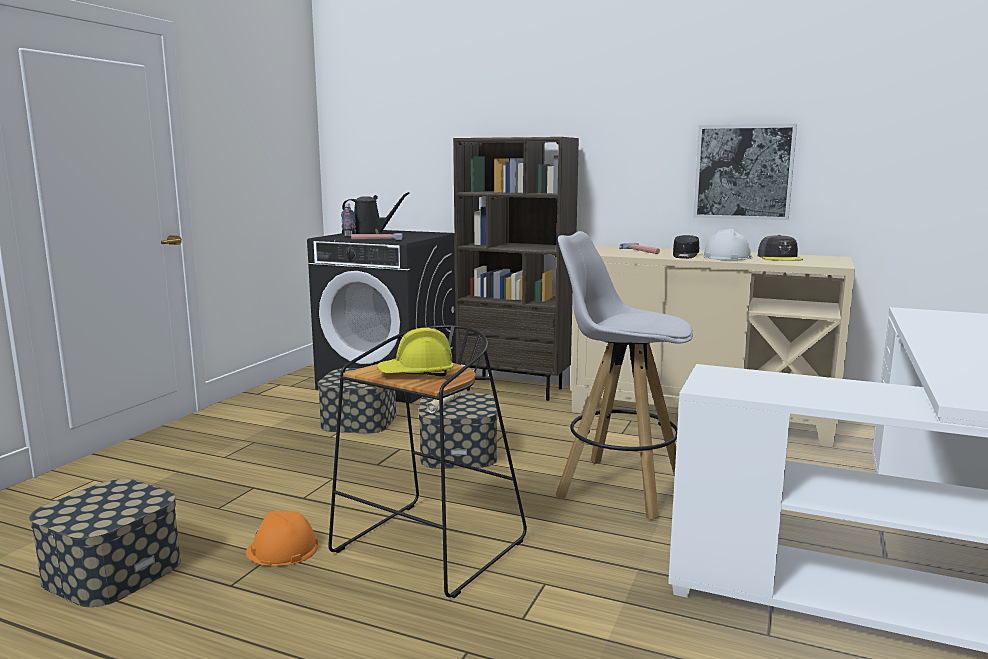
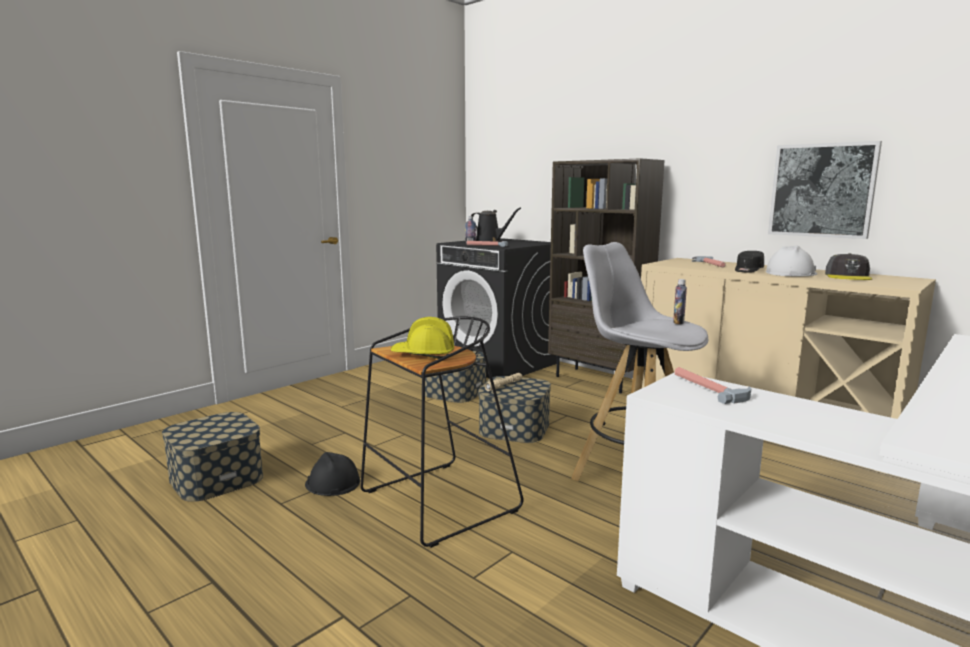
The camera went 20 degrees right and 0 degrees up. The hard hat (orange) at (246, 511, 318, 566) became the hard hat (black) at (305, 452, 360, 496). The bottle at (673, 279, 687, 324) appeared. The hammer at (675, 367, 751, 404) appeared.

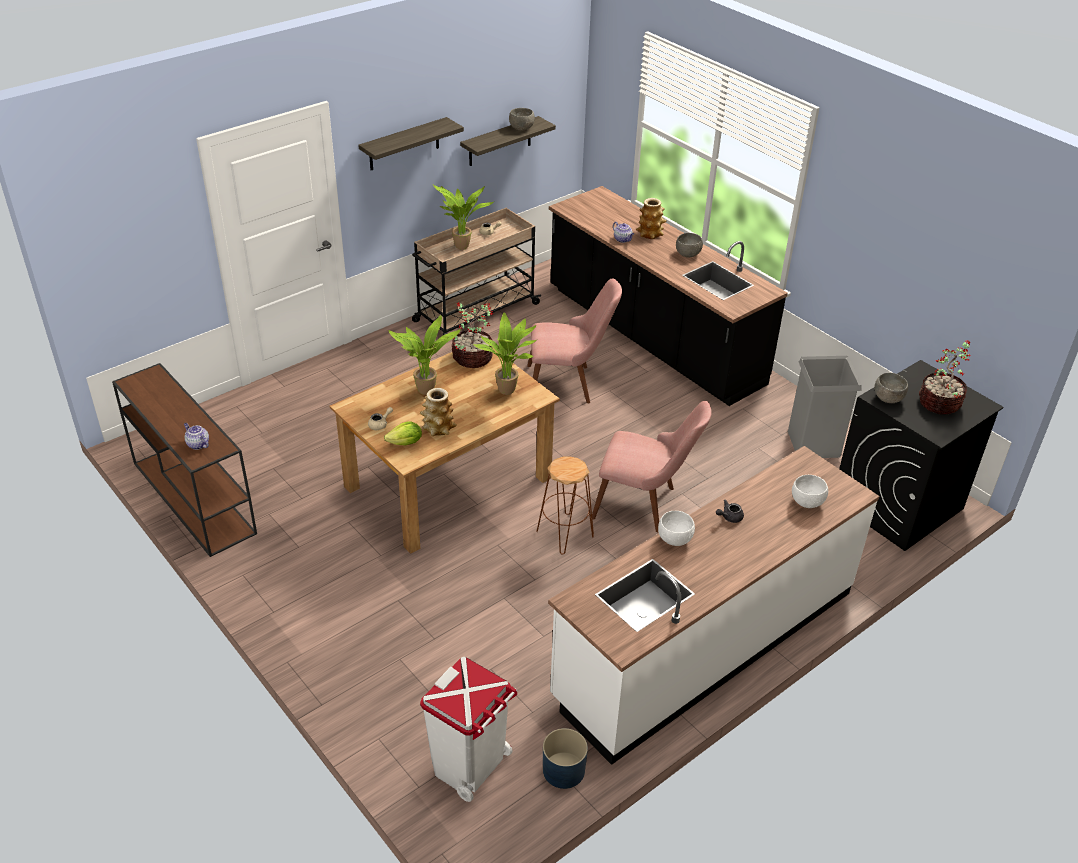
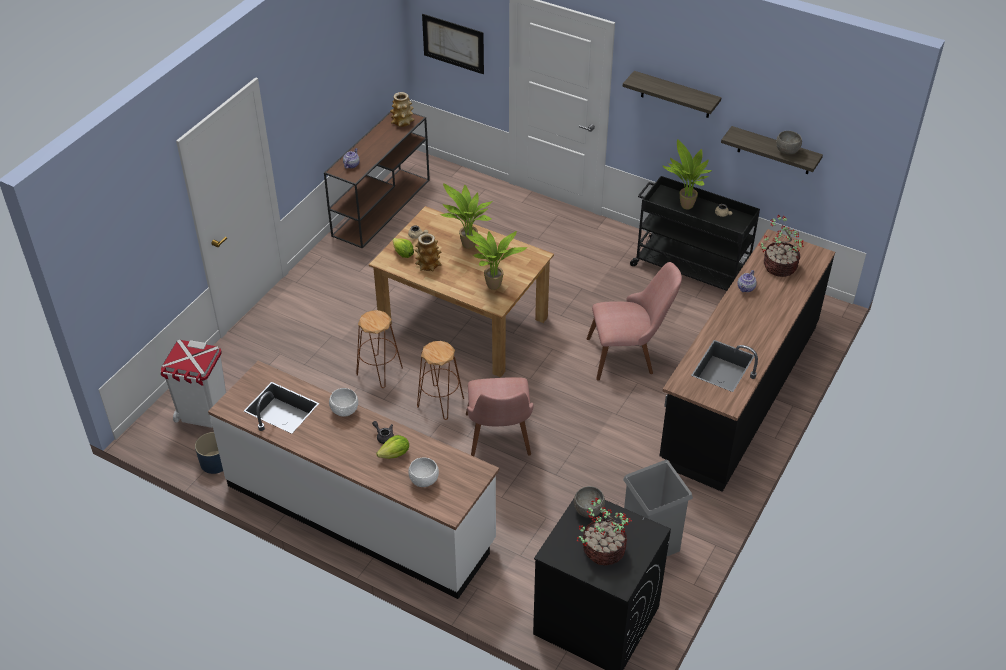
The camera went 70 degrees right and 5 degrees up. The vase moved from (636, 198, 667, 239) to (390, 92, 415, 127). The cart (beige) at (412, 208, 541, 335) became the cart (black) at (630, 176, 760, 291). The bowl (grey) at (676, 233, 703, 258) disappeared. The chair (pink) at (527, 278, 622, 403) turned 75 degrees counterclockwise. The potted plant moved from (452, 302, 493, 368) to (758, 215, 804, 277). The picture at (422, 14, 484, 74) appeared. The stool (brown) at (356, 310, 403, 388) appeared. The lettuce at (376, 435, 409, 459) appeared.

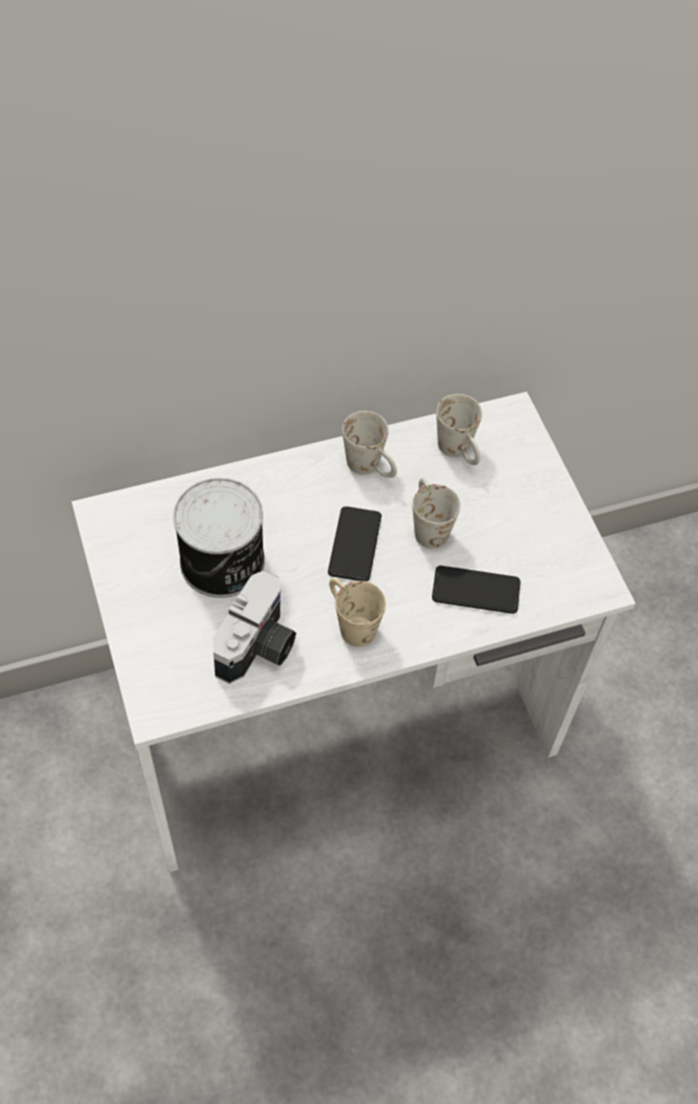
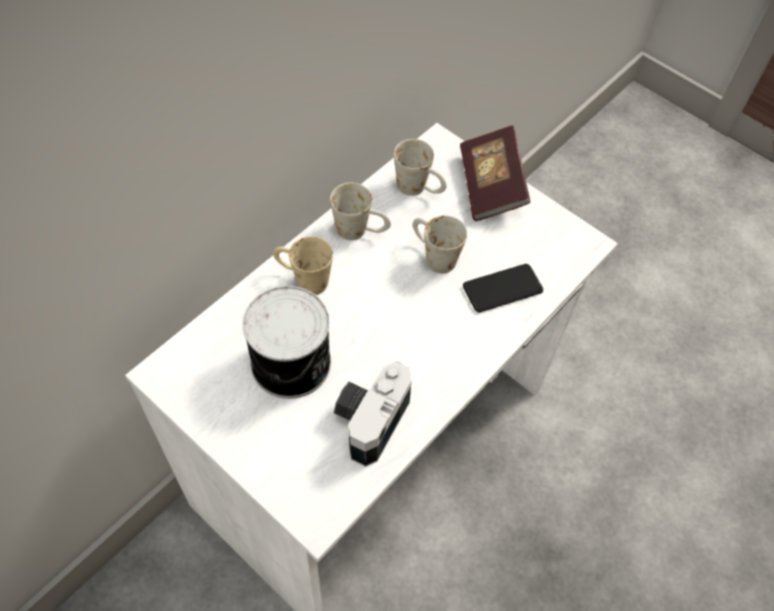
The camera went 30 degrees left and 0 degrees up. The phone at (328, 506, 382, 581) disappeared. The photo camera at (213, 570, 296, 684) turned 150 degrees counterclockwise. The mug (beige) moved from (329, 578, 386, 647) to (273, 236, 333, 295). The book at (460, 125, 530, 221) appeared.

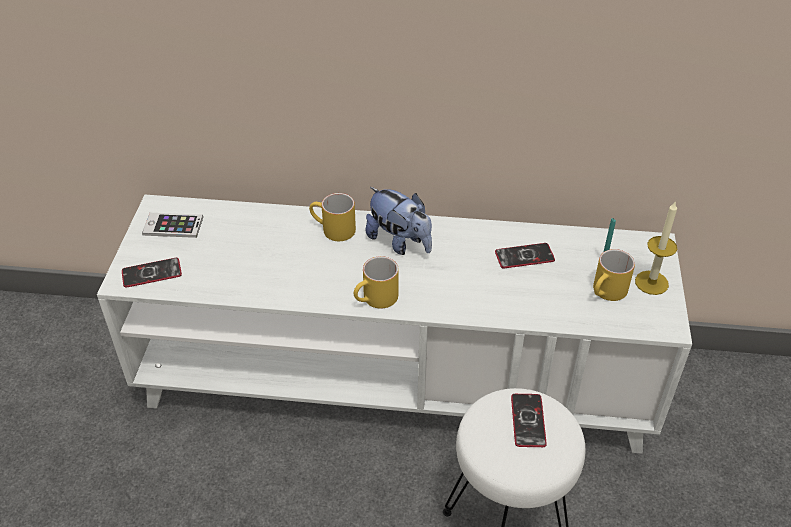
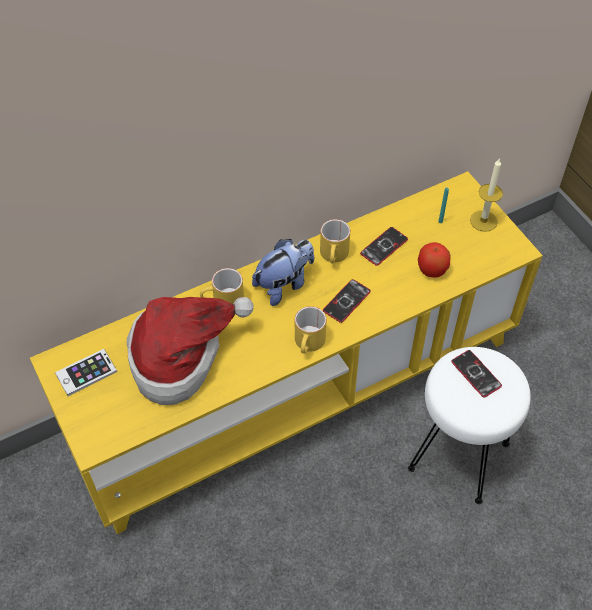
The camera went 35 degrees left and 10 degrees up. The plush toy at (366, 187, 432, 255) turned 45 degrees counterclockwise. The tv stand (white) at (97, 195, 692, 454) became the tv stand (yellow) at (30, 171, 543, 534). The mug (yellow) moved from (593, 249, 635, 301) to (320, 219, 350, 264). The phone moved from (122, 258, 182, 288) to (323, 279, 371, 323). The apple at (418, 242, 451, 278) appeared. The hat at (127, 297, 254, 405) appeared.

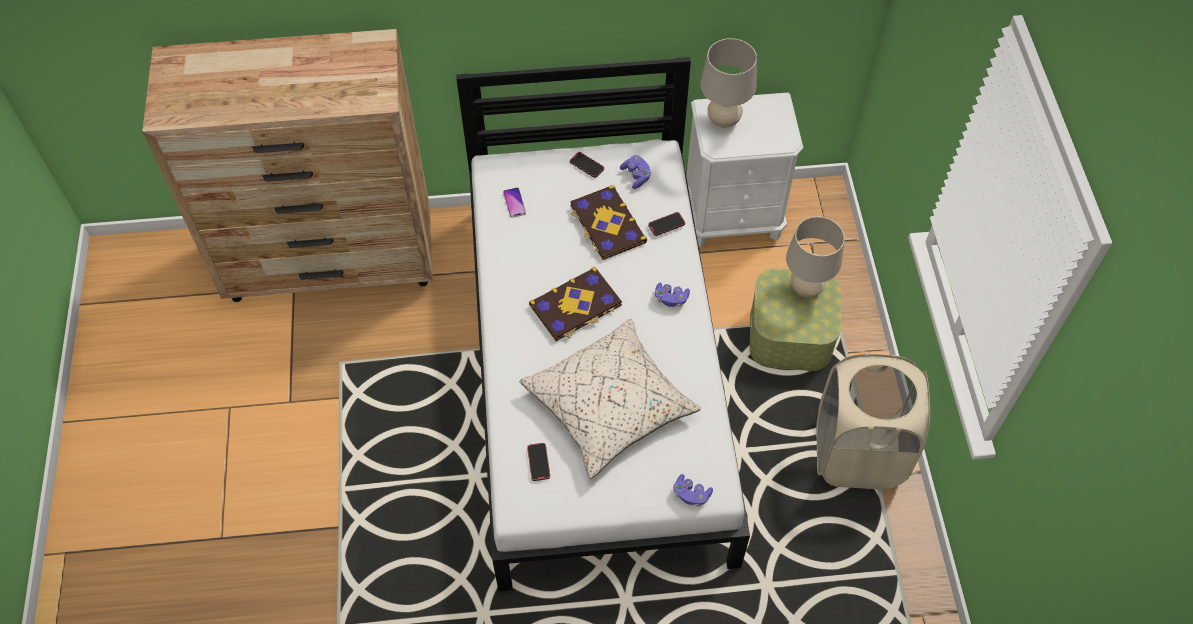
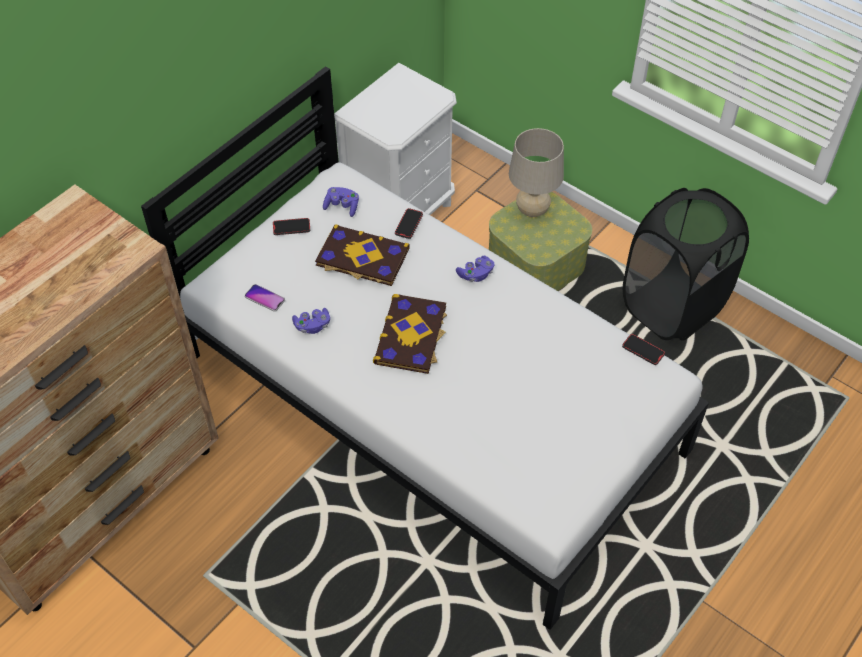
The camera went 45 degrees left and 5 degrees down. The table lamp (beige) at (700, 38, 757, 128) disappeared. The pillow (beige) at (520, 319, 701, 479) disappeared. The laundry basket (beige) at (816, 353, 930, 490) became the laundry basket (black) at (623, 188, 749, 341). The phone moved from (527, 443, 550, 481) to (622, 334, 665, 365). The game controller (purple) moved from (673, 474, 713, 506) to (292, 308, 330, 334).

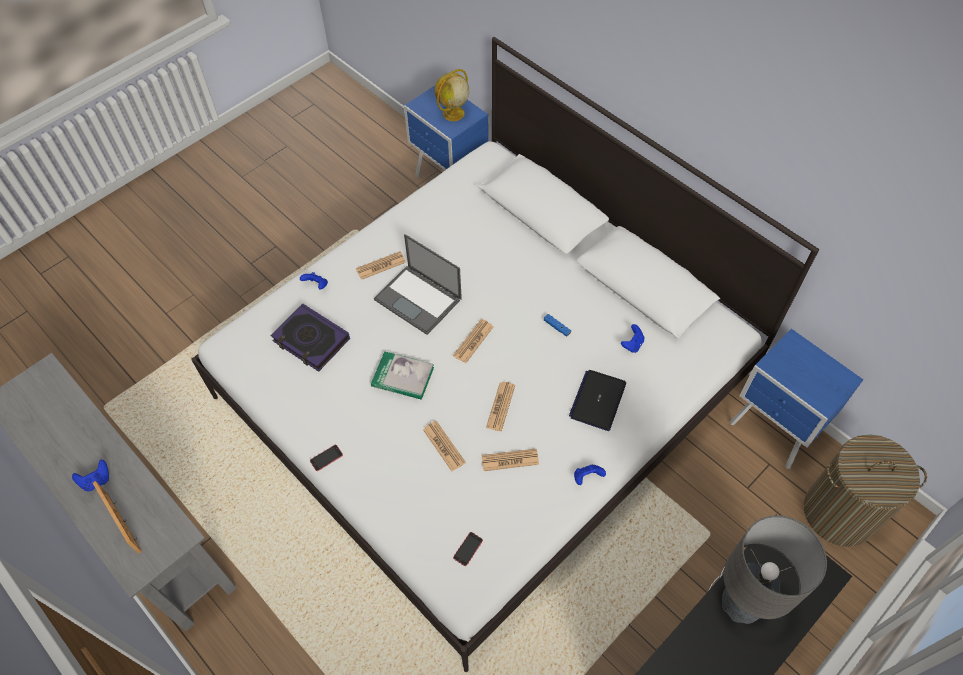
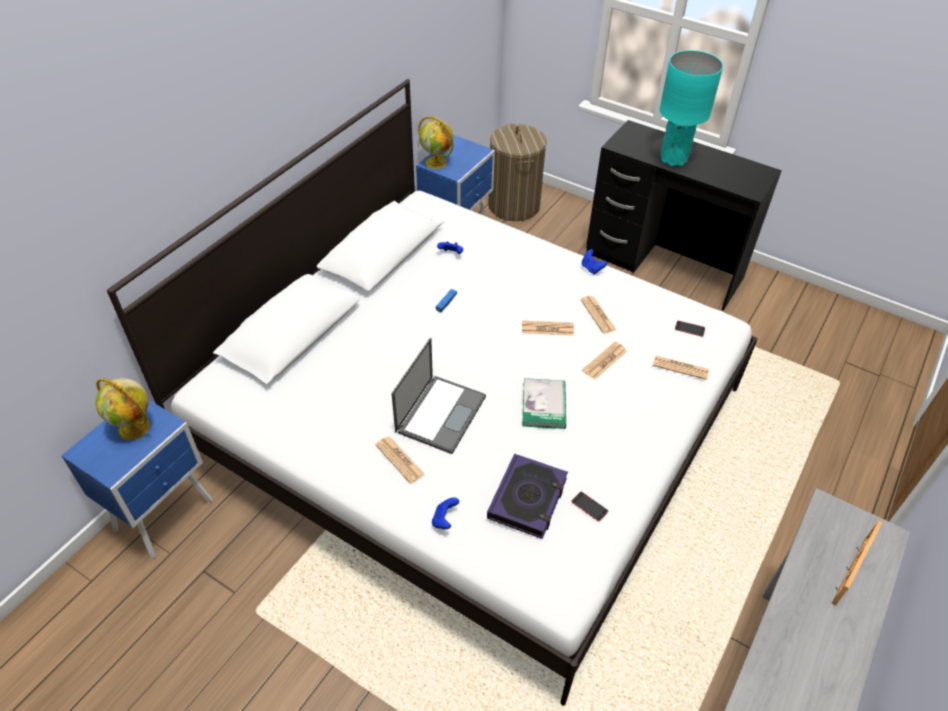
The camera went 105 degrees left and 10 degrees down. The newspaper moved from (453, 319, 493, 363) to (653, 355, 709, 380). The laptop at (569, 370, 626, 431) disappeared. The phone moved from (310, 445, 343, 471) to (571, 492, 608, 521). The game controller (blue) at (72, 460, 109, 492) disappeared. The table lamp (grey) at (722, 515, 827, 624) became the table lamp (turquoise) at (660, 50, 723, 166). The globe at (418, 116, 454, 169) appeared.

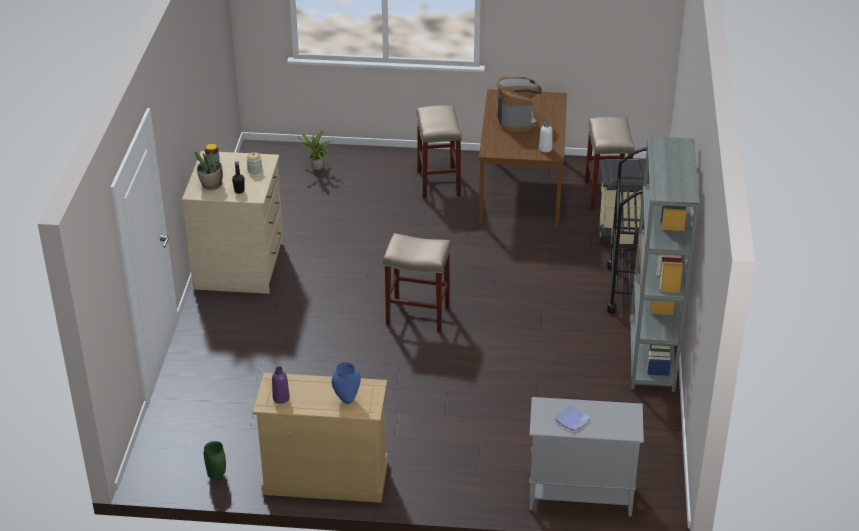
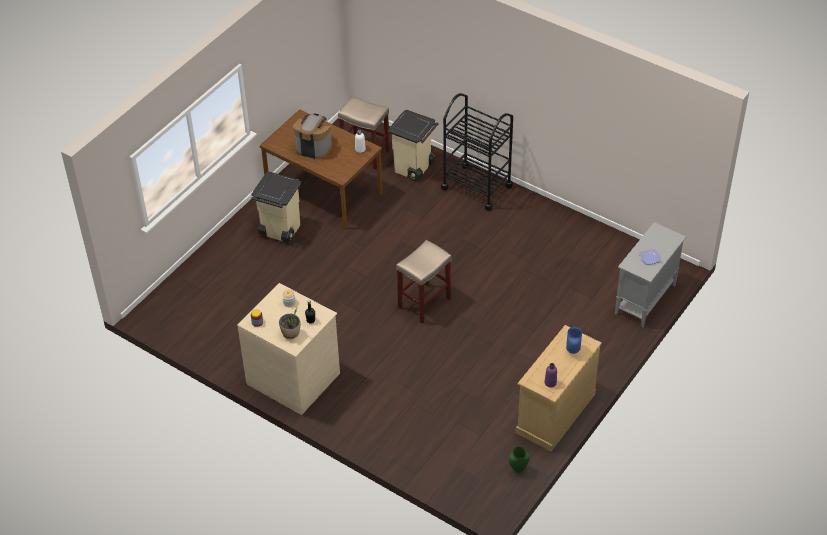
The camera went 60 degrees left and 10 degrees up. The stool (beige) at (416, 105, 462, 199) was replaced by the trash can (beige) at (251, 172, 302, 242). The potted plant at (297, 130, 331, 170) disappeared. The bookcase (grey) at (630, 136, 700, 392) disappeared.

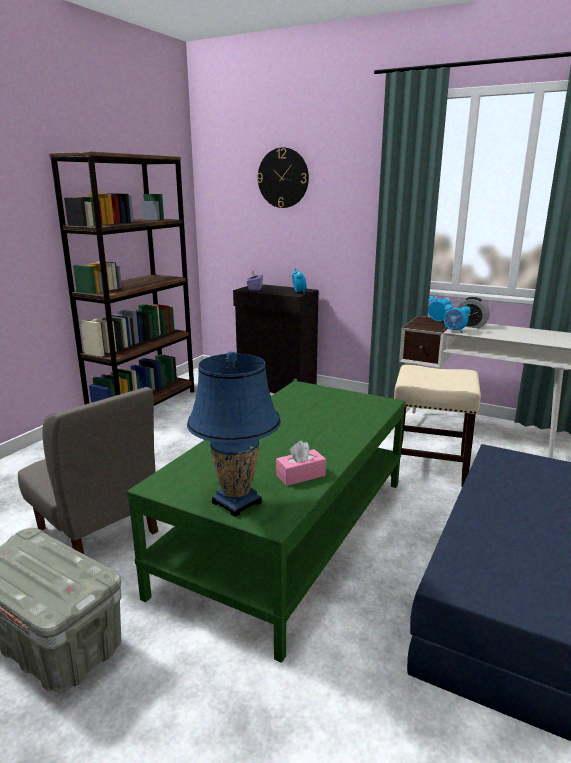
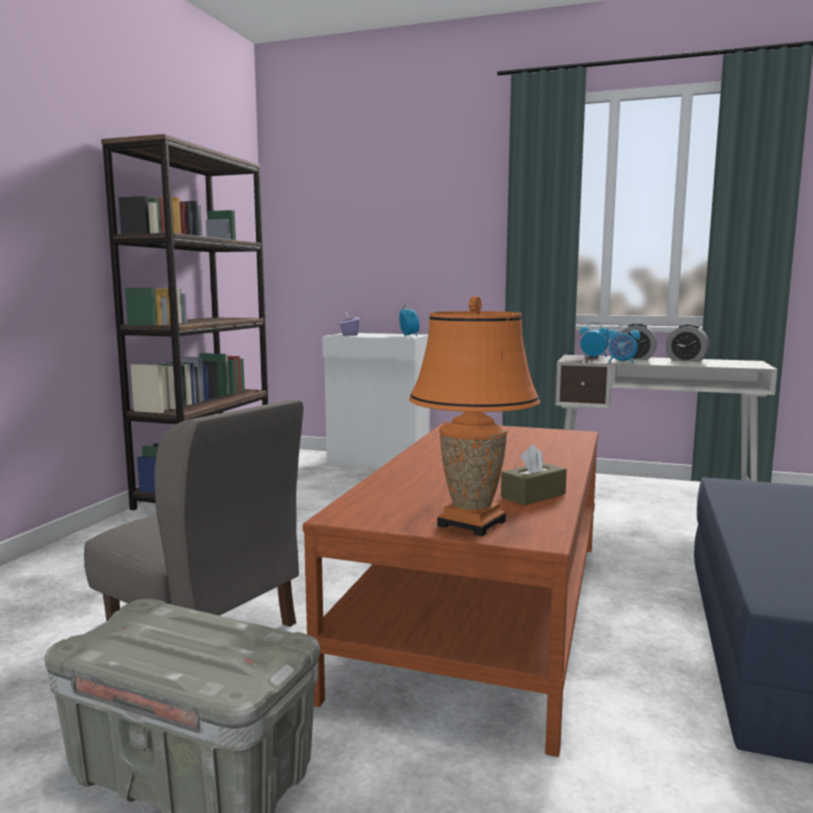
The camera went 10 degrees left and 10 degrees down. The wall clock at (257, 147, 309, 208) disappeared. The cabinet (black) at (233, 284, 319, 393) became the cabinet (white) at (322, 333, 430, 470). The table lamp (blue) at (187, 351, 281, 517) became the table lamp (orange) at (409, 296, 540, 536). The stool (beige) at (391, 364, 481, 487) disappeared. The coffee table (green) at (127, 381, 405, 663) became the coffee table (brown) at (303, 422, 598, 757). The tissue box (pink) at (276, 440, 326, 486) became the tissue box (brown) at (501, 444, 567, 505). The alarm clock at (666, 324, 710, 362) appeared.

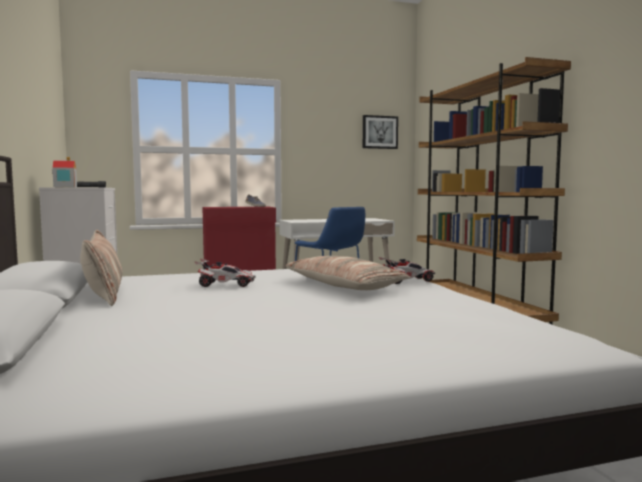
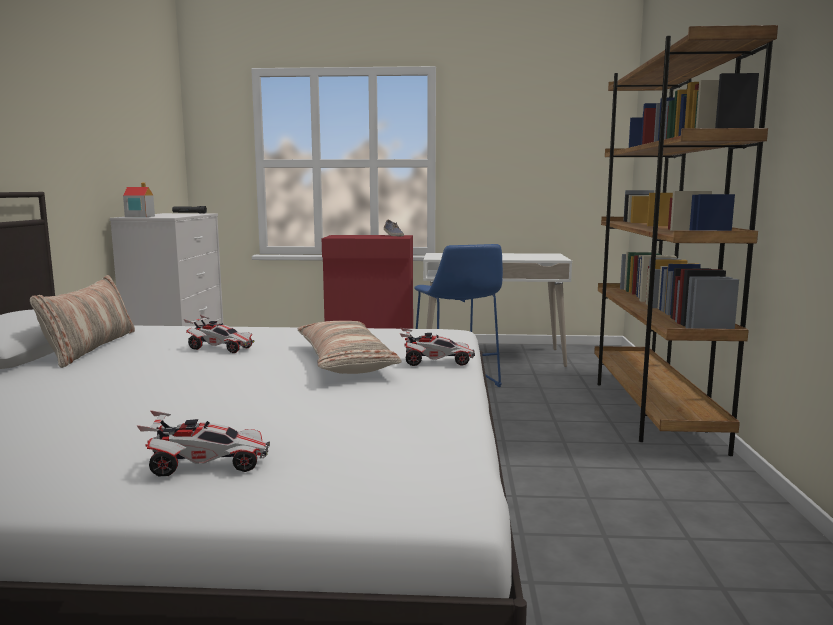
The camera went 20 degrees right and 5 degrees up. The picture at (363, 115, 398, 149) disappeared. The toy car at (137, 410, 270, 476) appeared.

